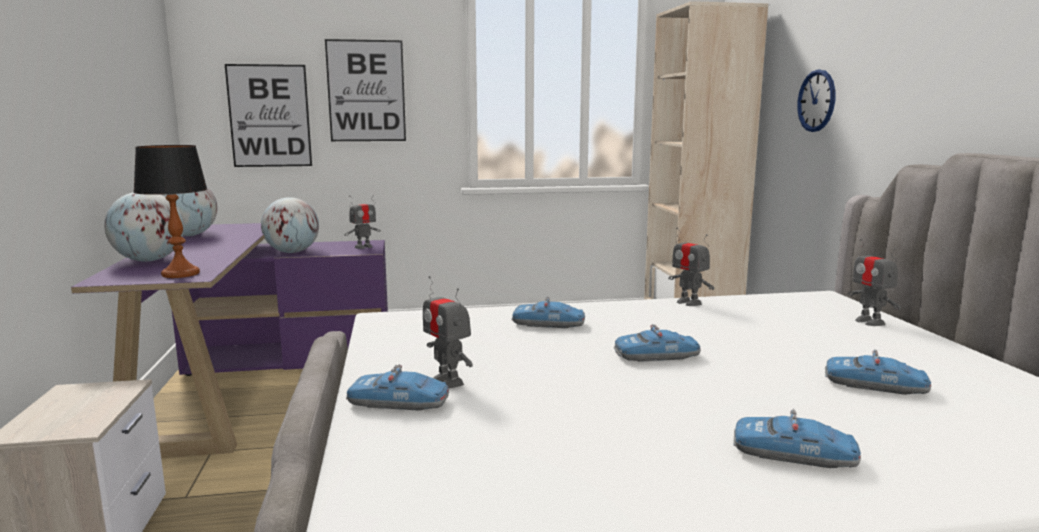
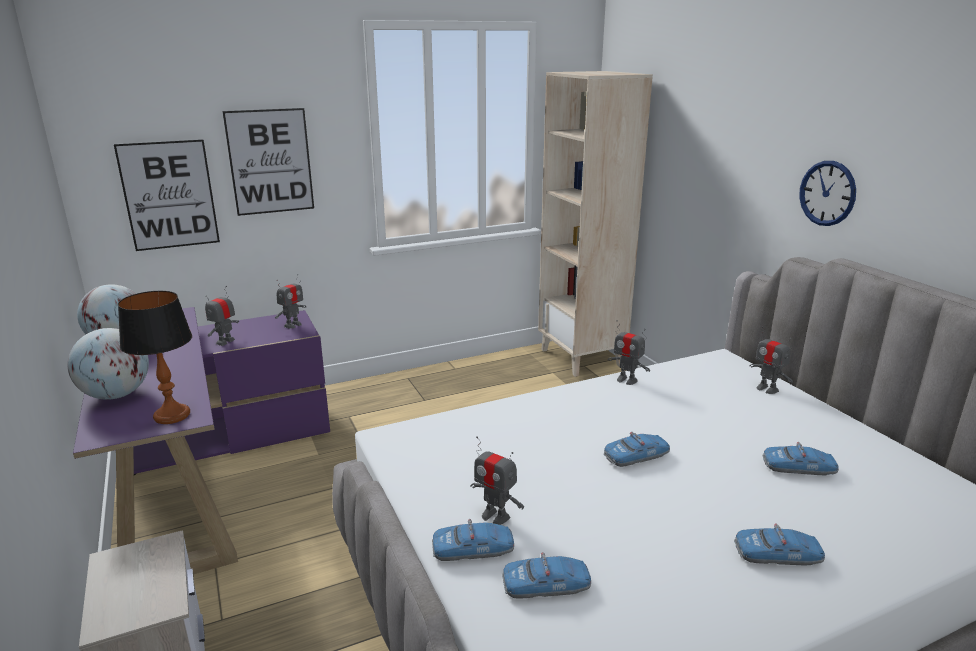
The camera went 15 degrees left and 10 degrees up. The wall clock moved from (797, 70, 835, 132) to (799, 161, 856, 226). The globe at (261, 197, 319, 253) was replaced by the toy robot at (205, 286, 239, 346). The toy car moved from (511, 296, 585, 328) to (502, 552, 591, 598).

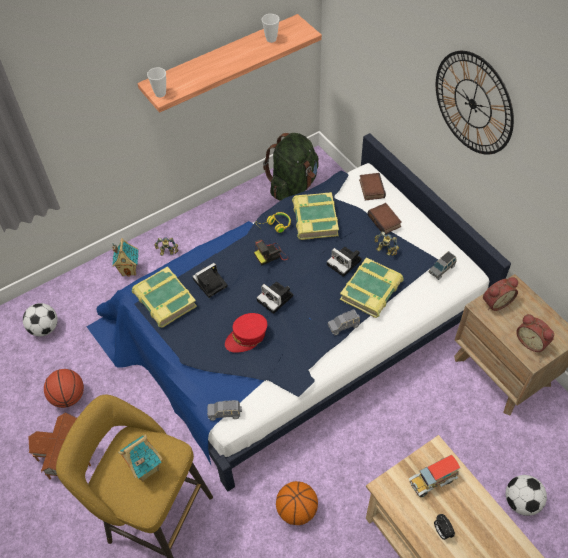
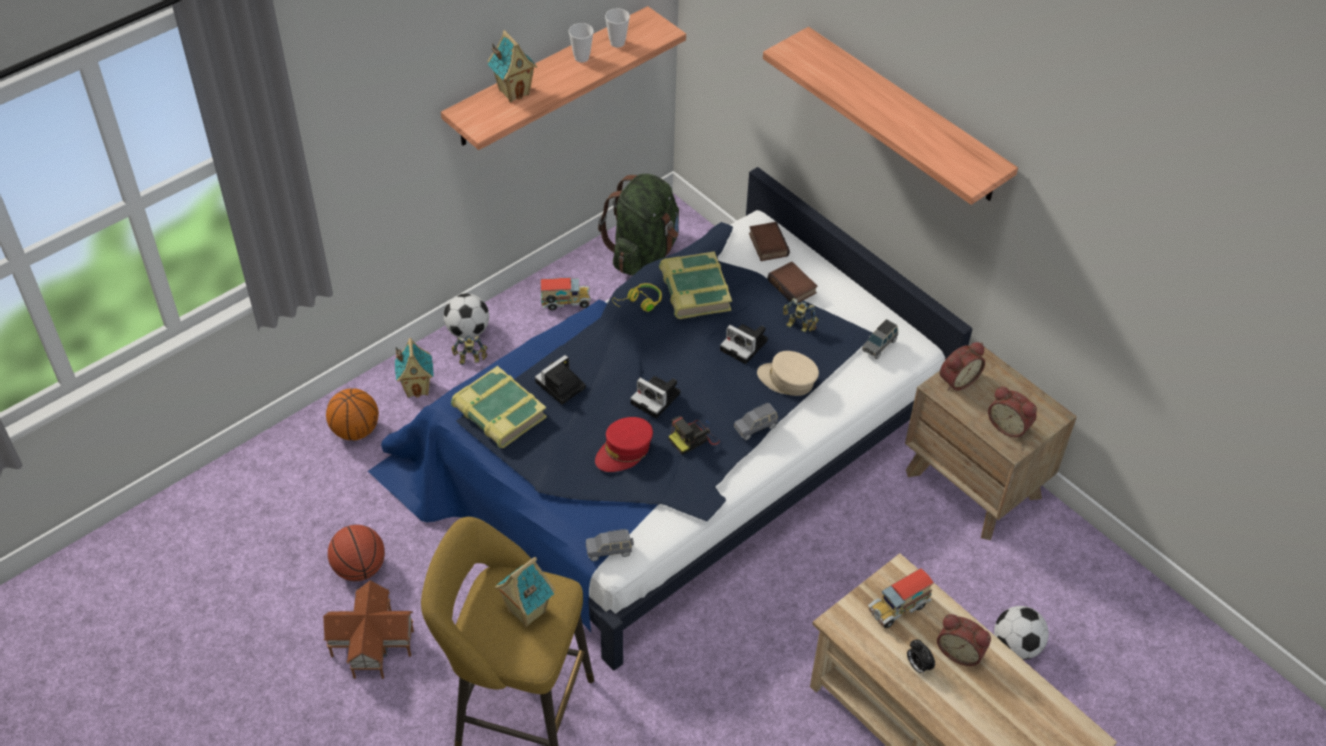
The camera went 10 degrees left and 5 degrees down. The wall clock at (436, 51, 514, 155) was replaced by the shelf at (763, 27, 1018, 205). The cup moved from (147, 68, 166, 97) to (569, 23, 594, 63). The photo camera moved from (254, 239, 288, 266) to (668, 416, 720, 455). The book at (340, 257, 404, 318) was replaced by the cap (beige) at (757, 351, 819, 396). The football moved from (23, 303, 58, 336) to (444, 293, 489, 339). The basketball moved from (276, 481, 318, 525) to (326, 388, 379, 440). The toy house at (487, 30, 538, 102) appeared. The toy truck at (541, 277, 591, 310) appeared. The alarm clock at (937, 614, 991, 666) appeared.

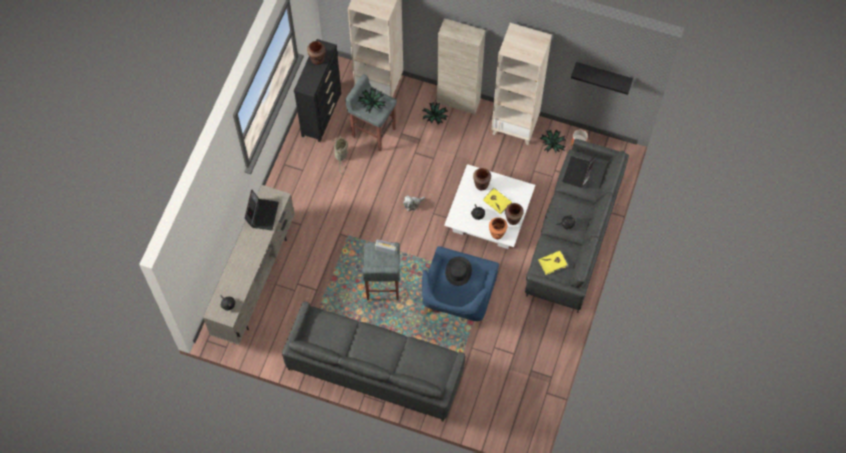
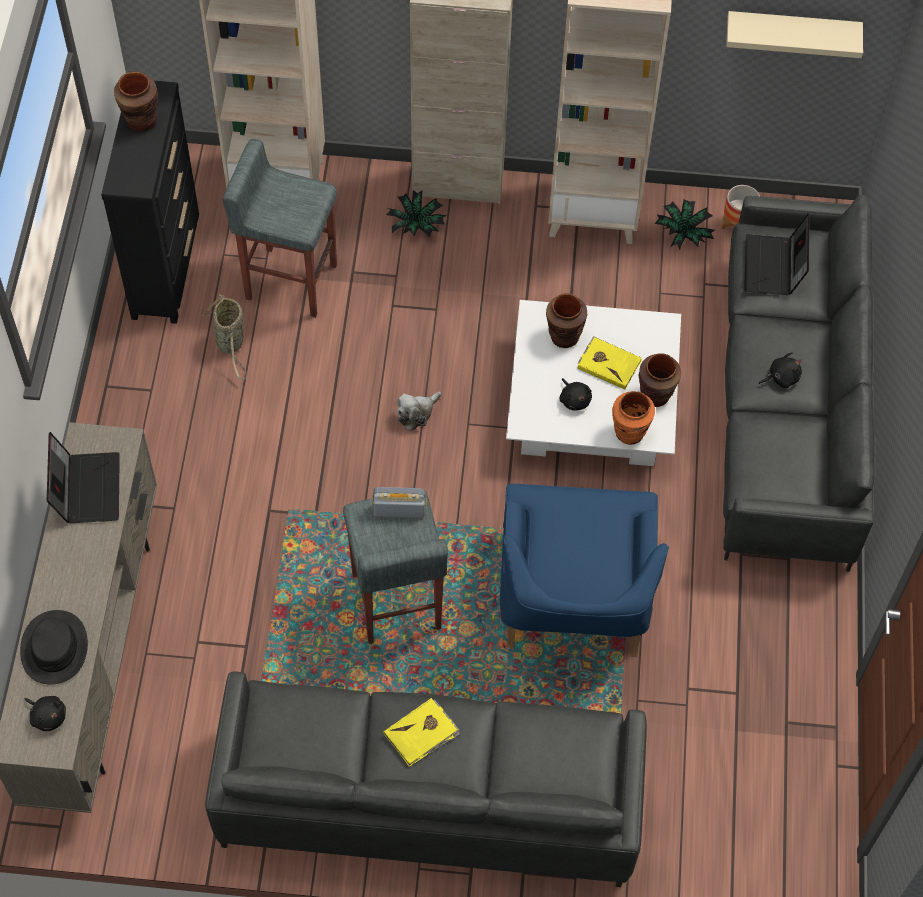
The camera went 15 degrees left and 5 degrees down. The shelf (black) at (571, 62, 633, 95) became the shelf (beige) at (726, 11, 863, 58). The potted plant at (358, 88, 386, 113) disappeared. The book (yellow) moved from (538, 251, 568, 275) to (383, 698, 460, 767). The hat (black) moved from (445, 257, 472, 286) to (20, 610, 88, 685).

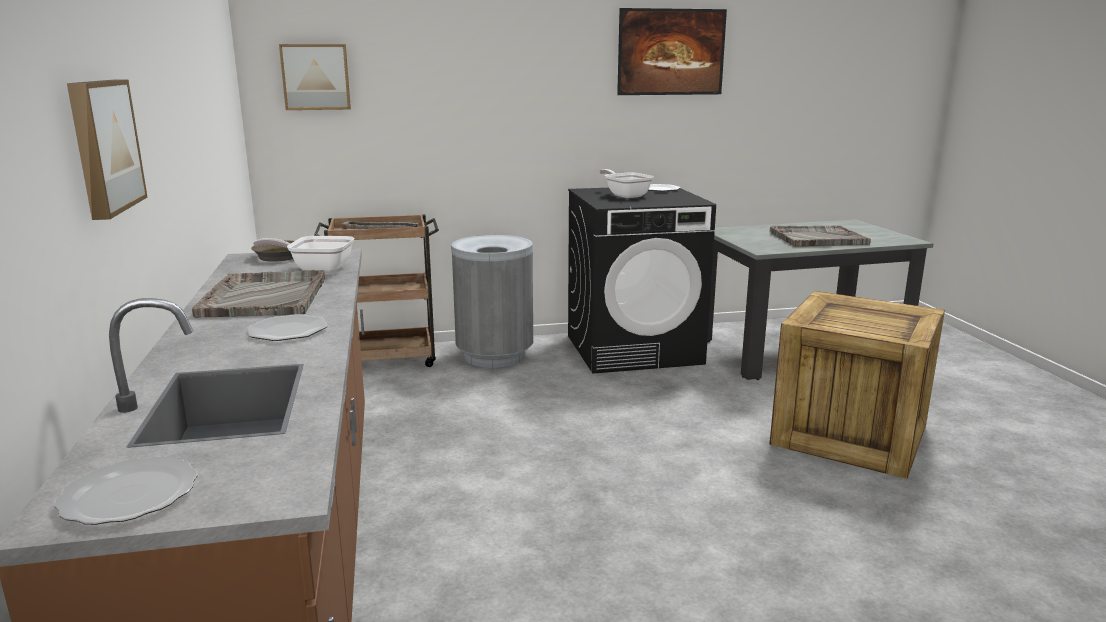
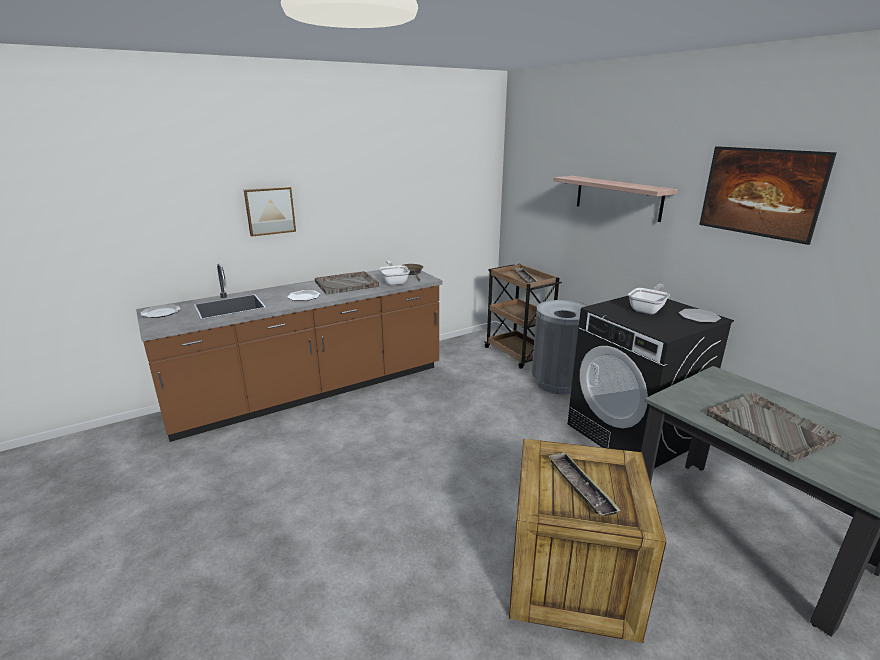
The camera went 70 degrees right and 5 degrees up. The picture at (279, 44, 351, 110) disappeared. The shelf at (553, 176, 678, 222) appeared. The tray at (548, 452, 621, 516) appeared.

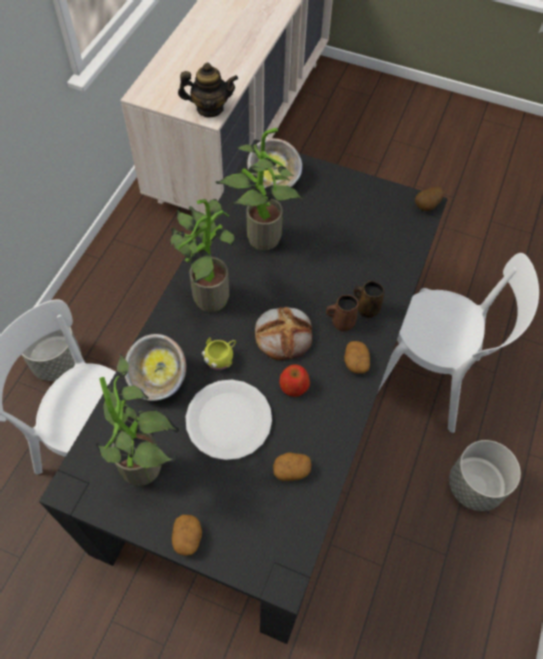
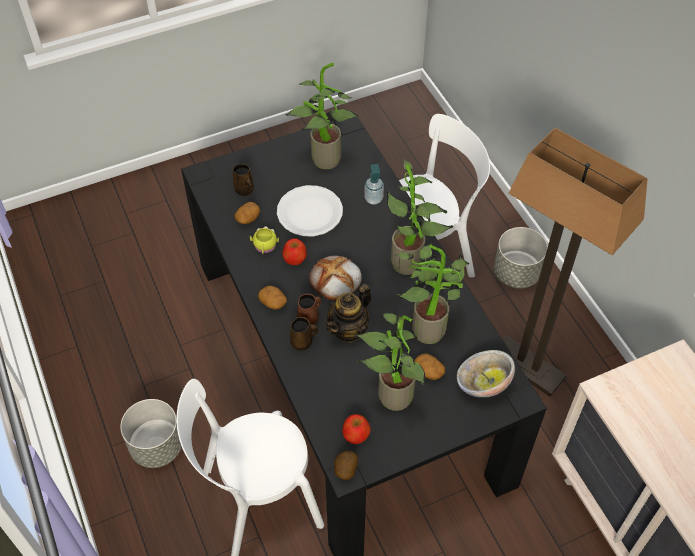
The camera went 135 degrees right and 5 degrees down. The teapot moved from (178, 63, 238, 117) to (325, 284, 371, 343). The bowl at (125, 334, 186, 401) was replaced by the soap dispenser at (364, 164, 384, 205). The mug (yellow) moved from (202, 337, 236, 370) to (250, 226, 279, 254). The potato moved from (172, 515, 202, 556) to (415, 353, 445, 380). The floor lamp at (502, 127, 647, 397) appeared. The mug (brown) at (233, 164, 254, 196) appeared. The potted plant at (354, 313, 426, 411) appeared. The apple at (342, 414, 371, 444) appeared.

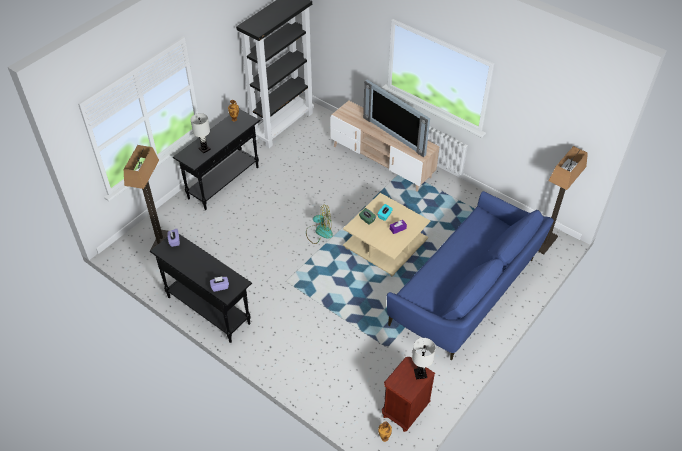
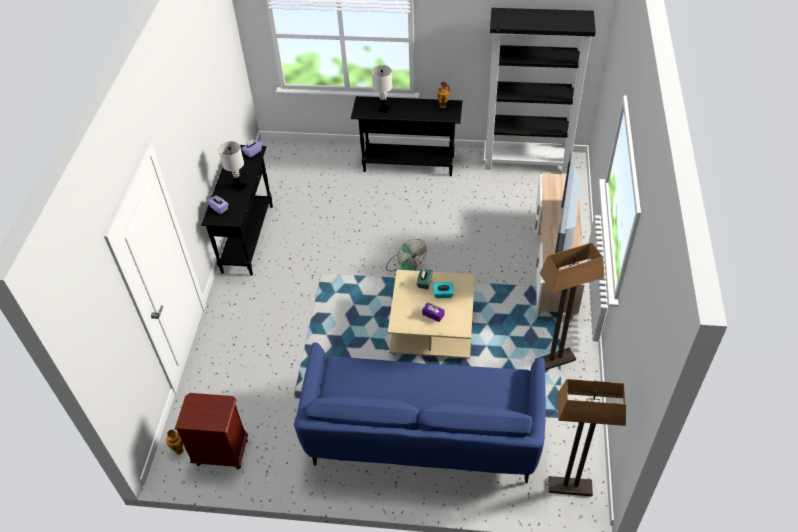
The camera went 60 degrees right and 0 degrees up. The floor lamp moved from (124, 145, 168, 251) to (535, 242, 604, 370). The table lamp (white) moved from (412, 338, 436, 380) to (219, 141, 246, 192).

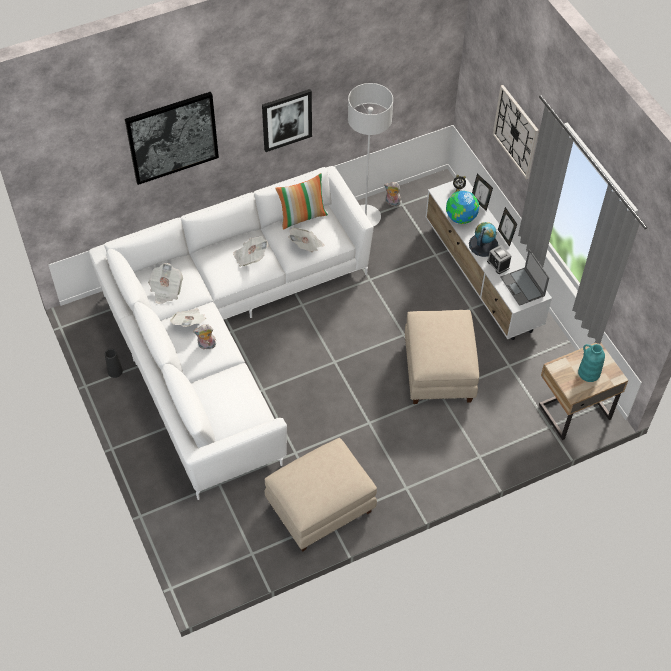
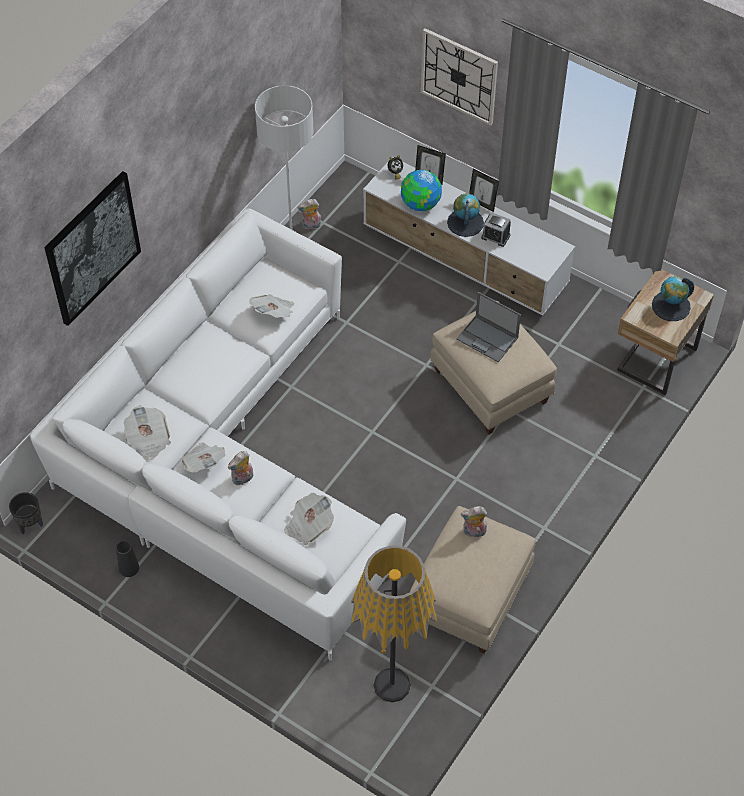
The camera went 30 degrees left and 0 degrees up. The picture at (262, 89, 312, 152) disappeared. The pillow at (275, 173, 328, 230) disappeared. The newspaper moved from (233, 236, 268, 267) to (284, 493, 334, 545). The laptop moved from (500, 249, 549, 306) to (456, 292, 521, 362). The vase (turquoise) at (578, 344, 605, 382) was replaced by the globe at (652, 276, 694, 321). The planter (black) at (9, 492, 43, 534) appeared. The plush toy at (461, 506, 487, 537) appeared. The floor lamp at (351, 545, 437, 703) appeared.

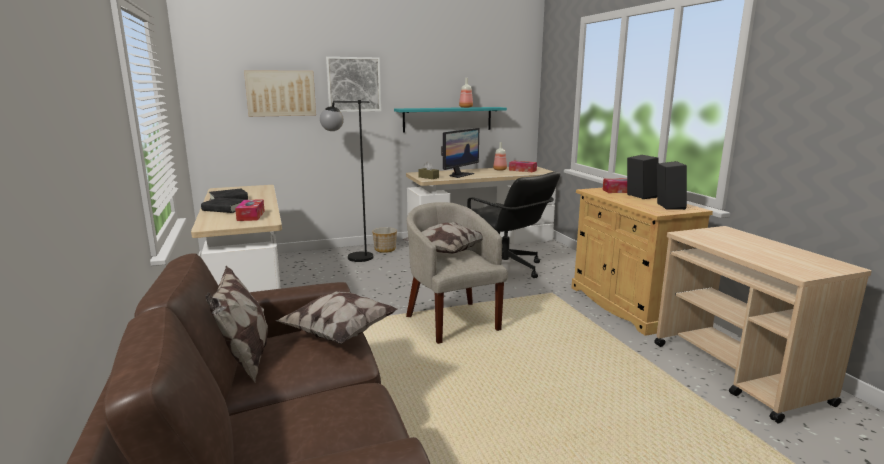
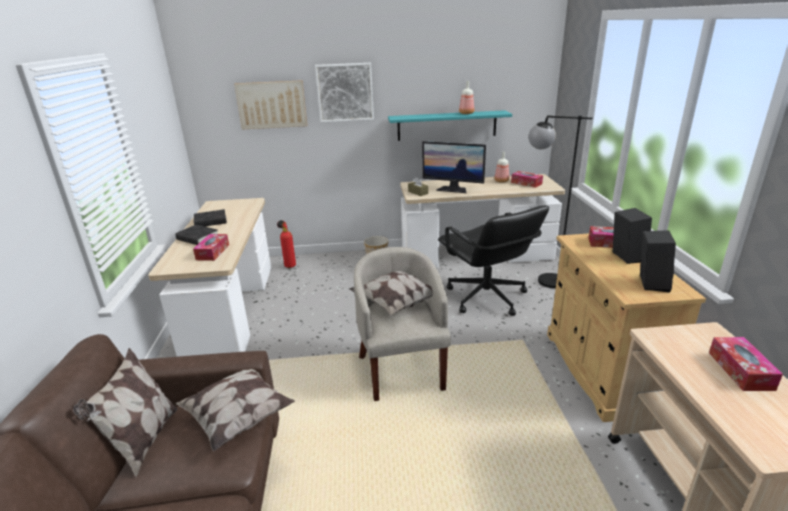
The camera went 15 degrees right and 10 degrees up. The floor lamp (black) moved from (320, 100, 373, 262) to (528, 116, 592, 288). The monitor at (441, 128, 479, 178) turned 60 degrees clockwise. The fire extinguisher at (277, 220, 296, 268) appeared. The tissue box at (709, 337, 783, 391) appeared.

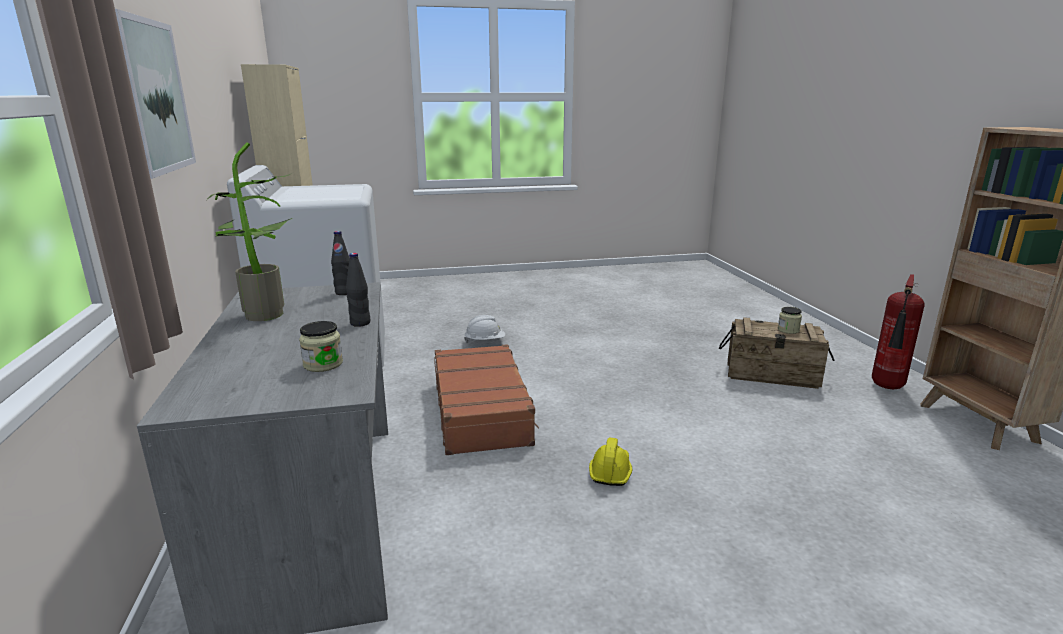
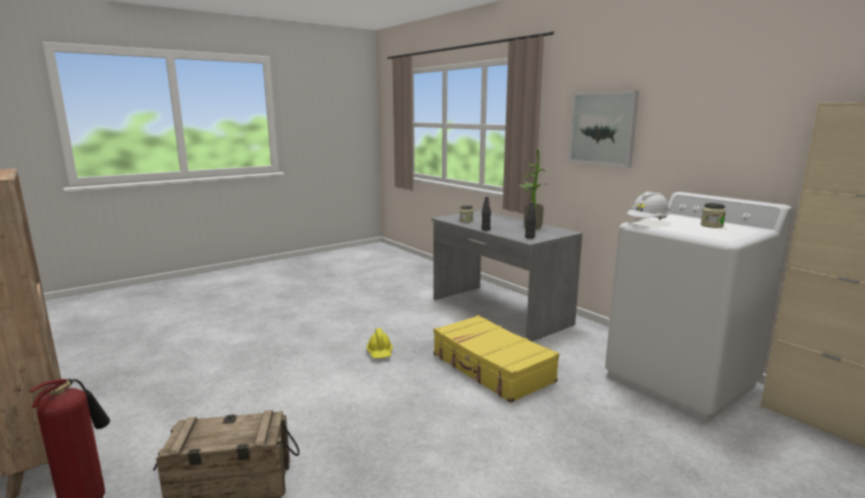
The camera went 155 degrees right and 5 degrees down. The jar moved from (778, 307, 802, 334) to (701, 203, 726, 228). The hard hat (white) moved from (464, 315, 505, 343) to (627, 192, 670, 220). The suitcase (brown) at (434, 344, 539, 455) became the suitcase (yellow) at (434, 315, 559, 403).

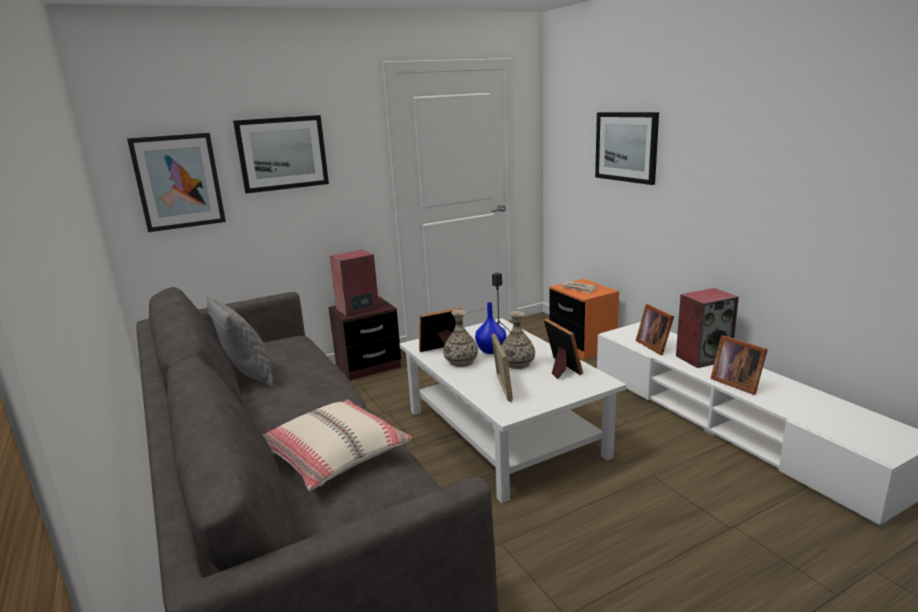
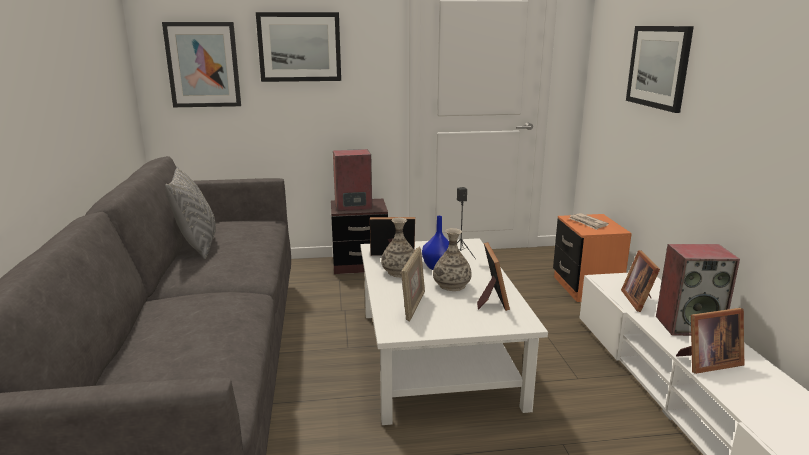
The camera went 20 degrees right and 0 degrees up. The picture frame at (710, 335, 768, 395) turned 90 degrees counterclockwise. The pillow (beige) at (263, 399, 412, 491) disappeared.

